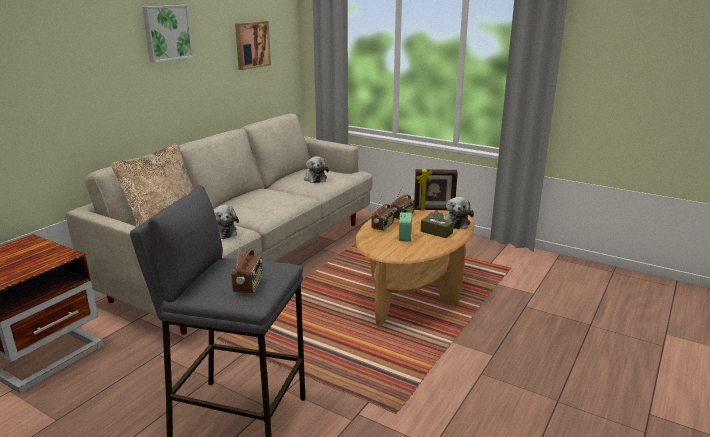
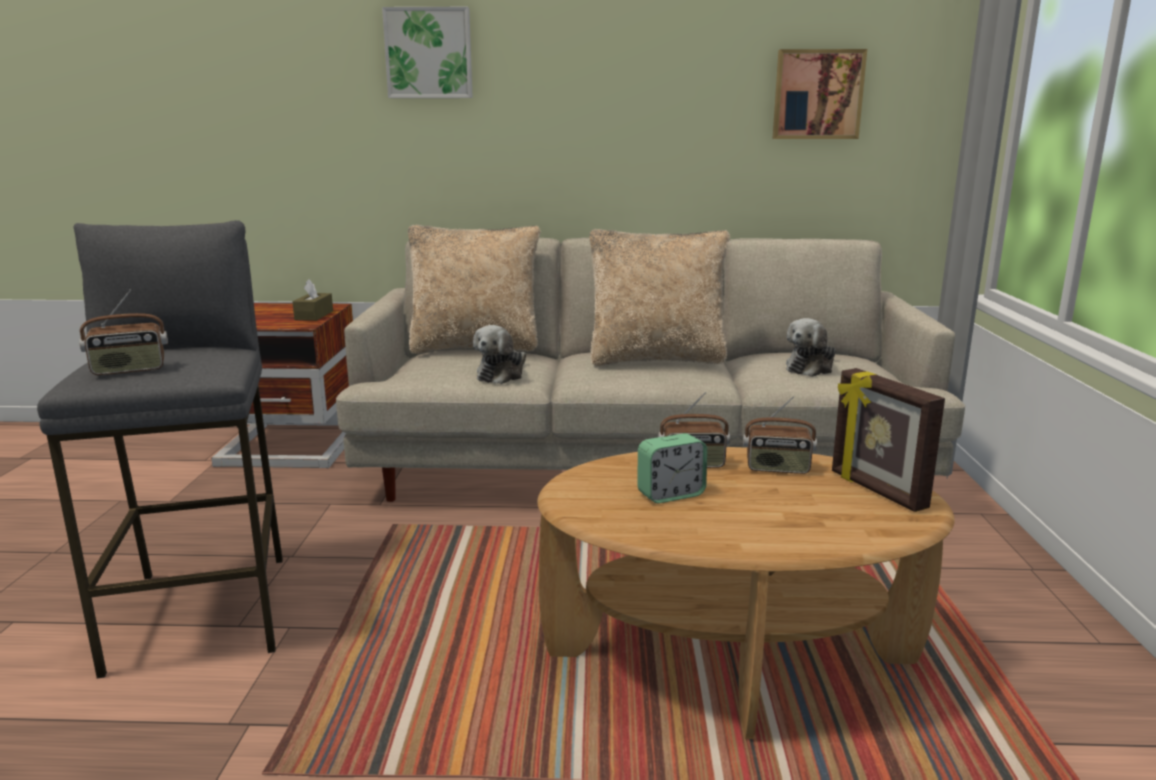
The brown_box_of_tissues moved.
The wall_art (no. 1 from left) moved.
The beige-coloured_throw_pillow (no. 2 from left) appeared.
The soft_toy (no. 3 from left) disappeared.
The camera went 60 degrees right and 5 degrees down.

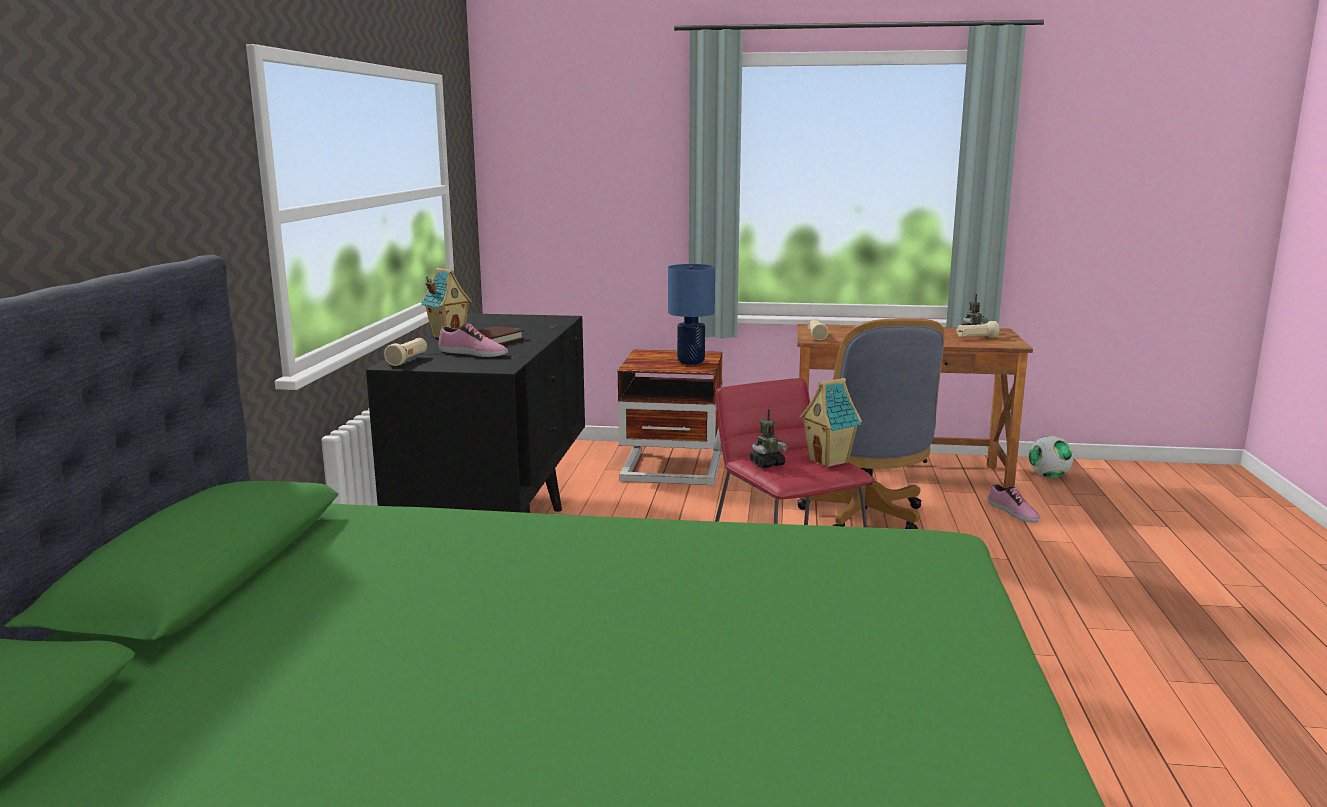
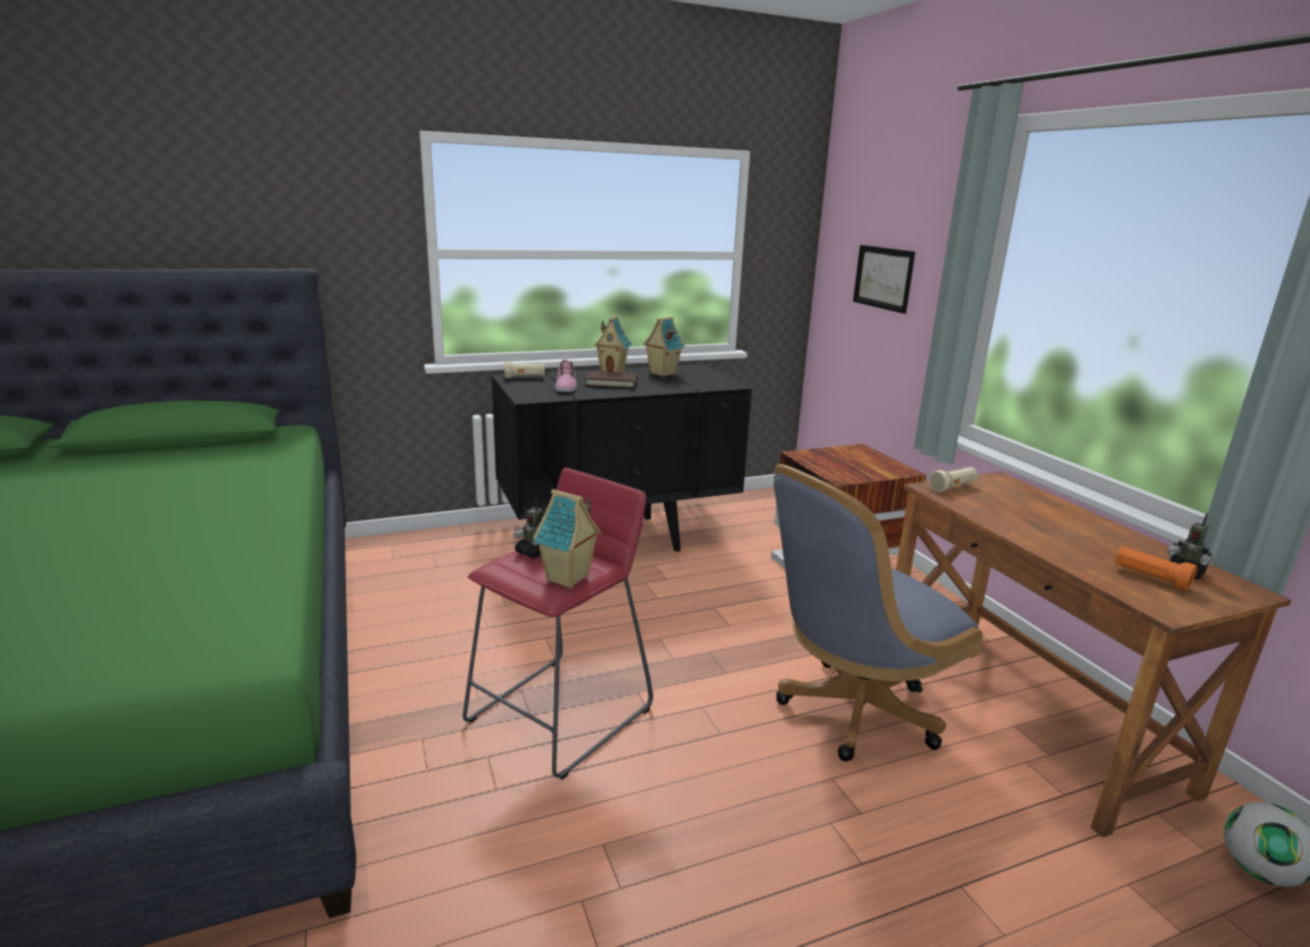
The toy_house (no. 3 from left) appeared.
The wall_art appeared.
The beige-coloured_hand_torch (no. 3 from left) became the orangey_hand_torch.
The blue-coloured_lamp_for_a_table disappeared.
The low_shoe (no. 2 from left) disappeared.
The camera went 60 degrees right and 5 degrees up.

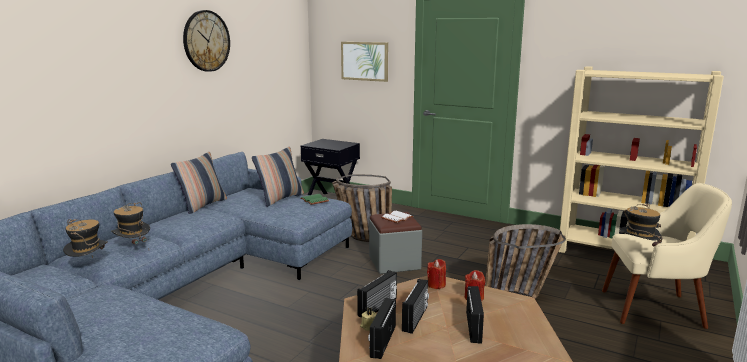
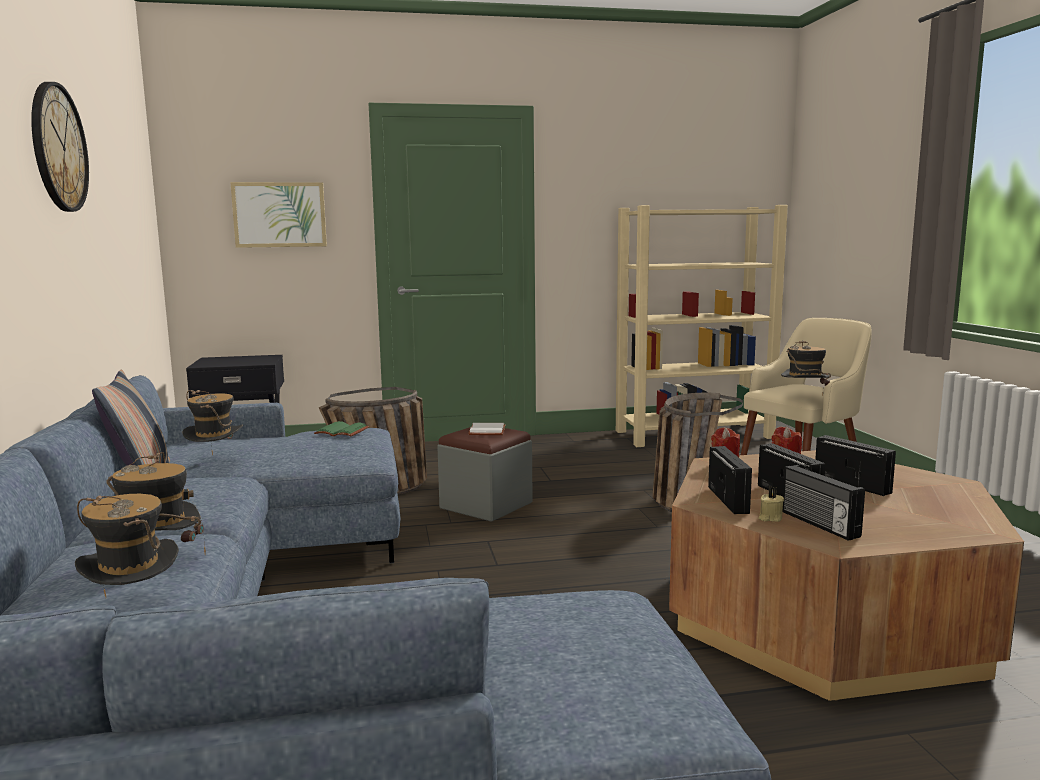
The clothing_hat (no. 3 from left) appeared.
The throw_pillow (no. 2 from left) disappeared.
The camera went 40 degrees left and 5 degrees down.

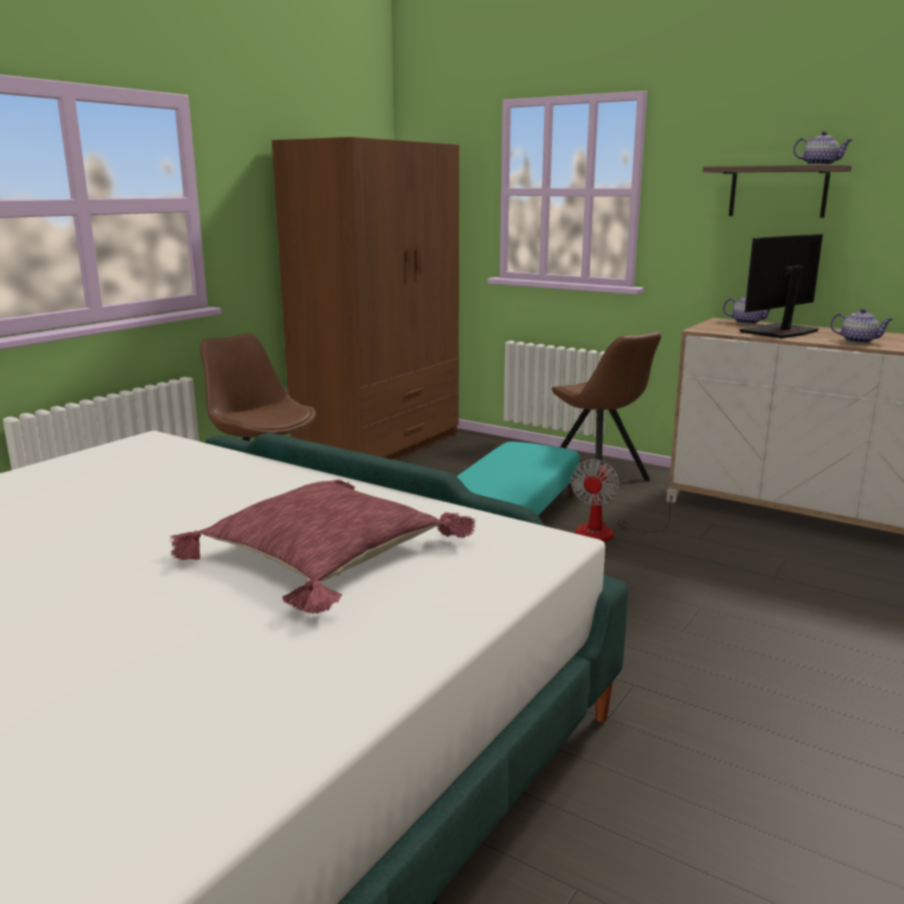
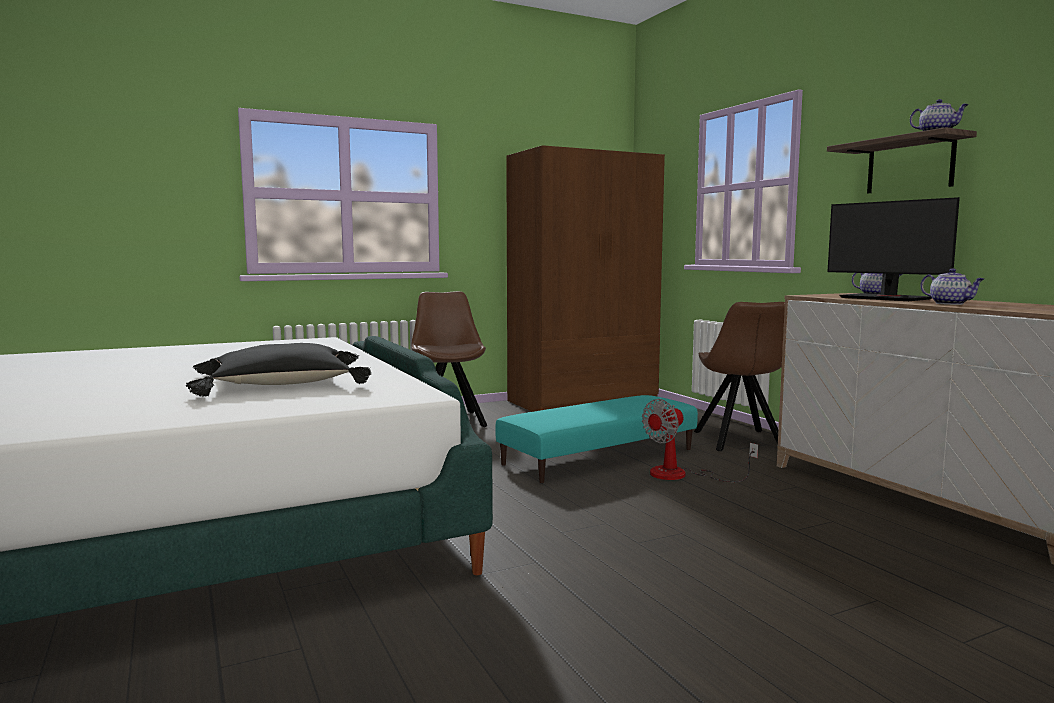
The red_throw_pillow became the black_throw_pillow.
The computer_display turned 120 degrees counterclockwise.
The camera went 30 degrees right and 10 degrees down.

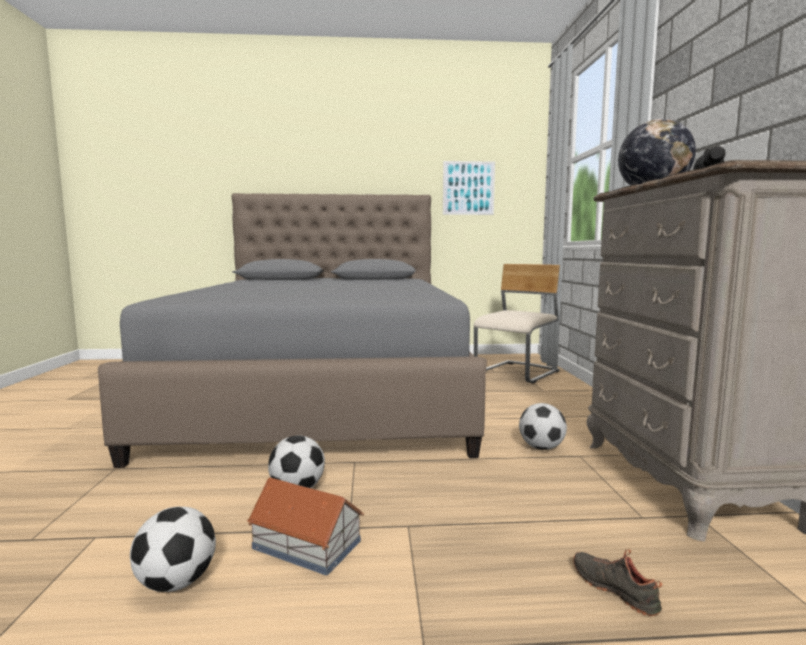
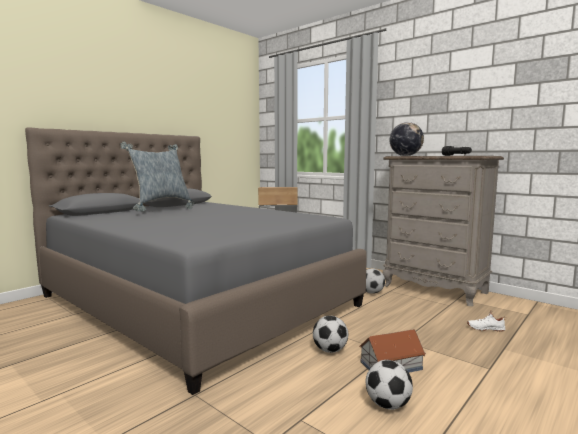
The throw_pillow appeared.
The black_low_shoe became the whitish_low_shoe.
The wall_art disappeared.
The camera went 45 degrees left and 0 degrees up.

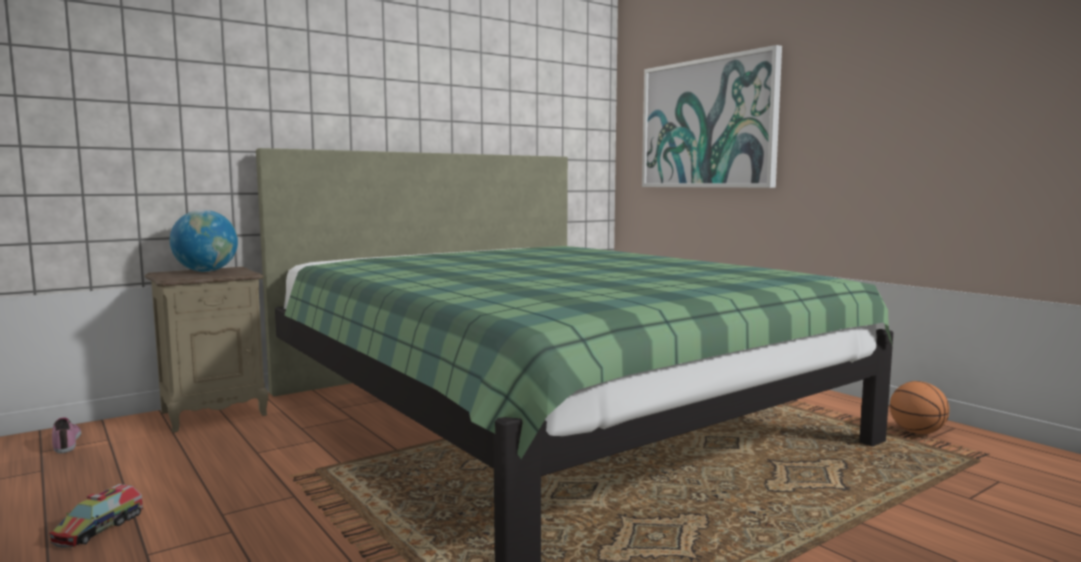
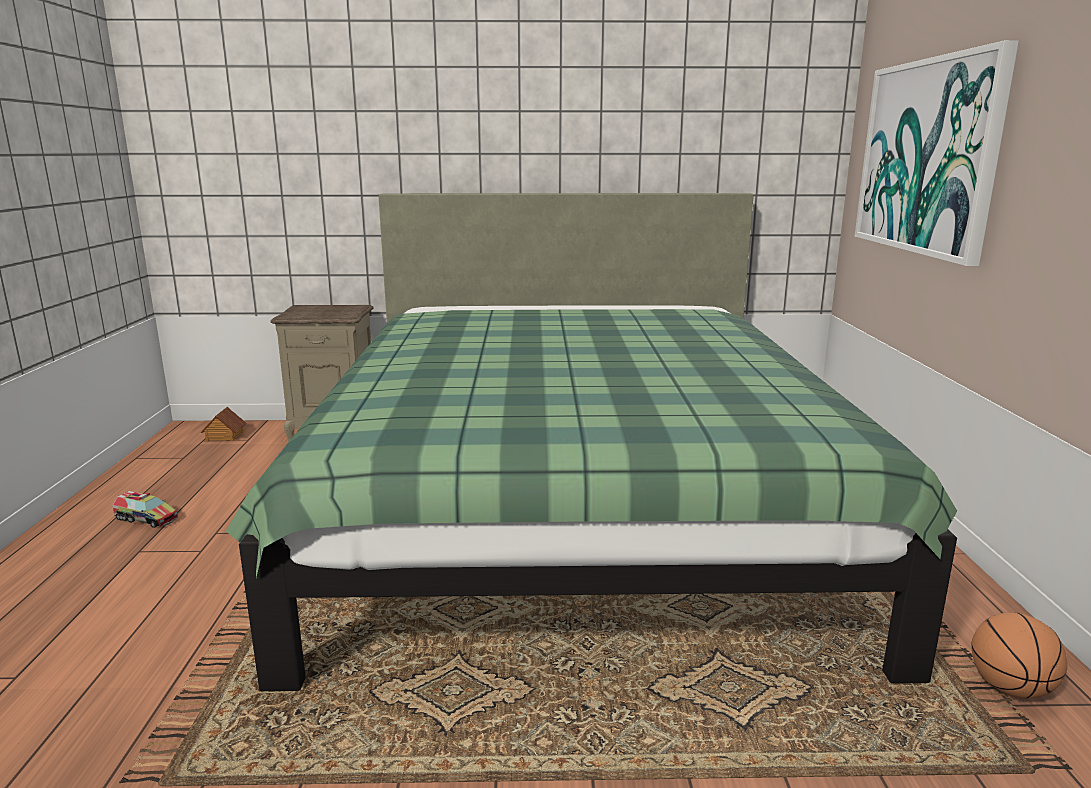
The model_truck turned 120 degrees counterclockwise.
The low_shoe was replaced by the toy_house.
The world_globe disappeared.
The camera went 35 degrees right and 10 degrees up.

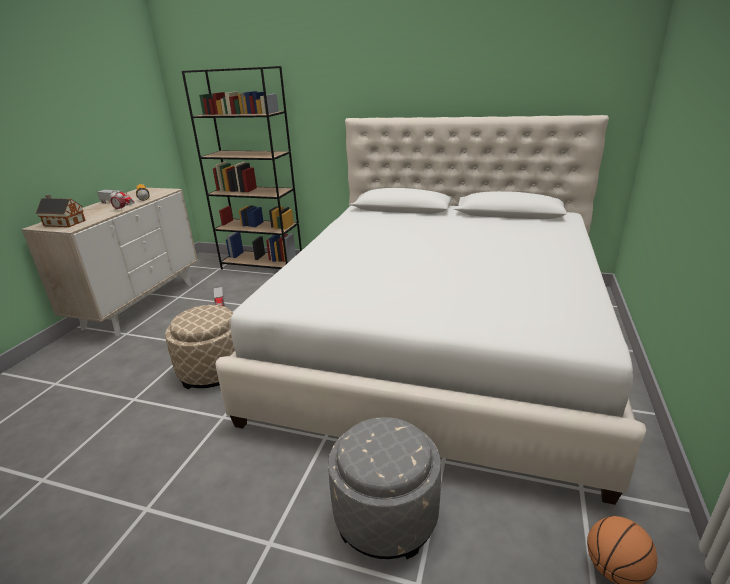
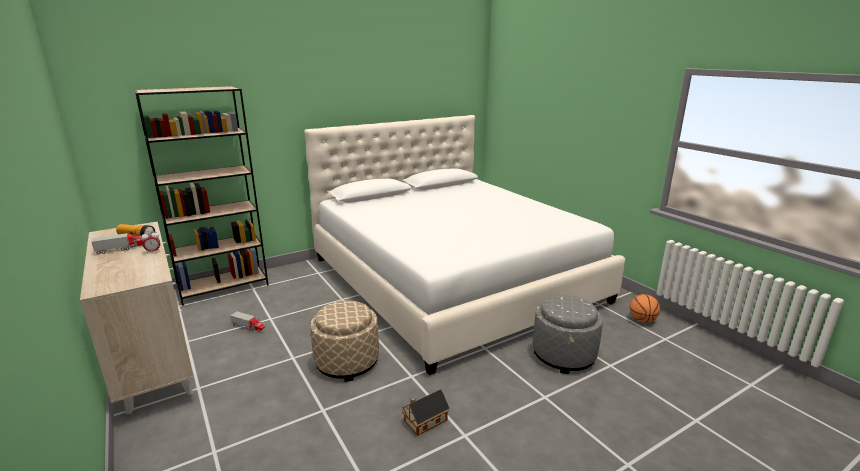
The toy_house moved.
The camera went 50 degrees left and 5 degrees down.

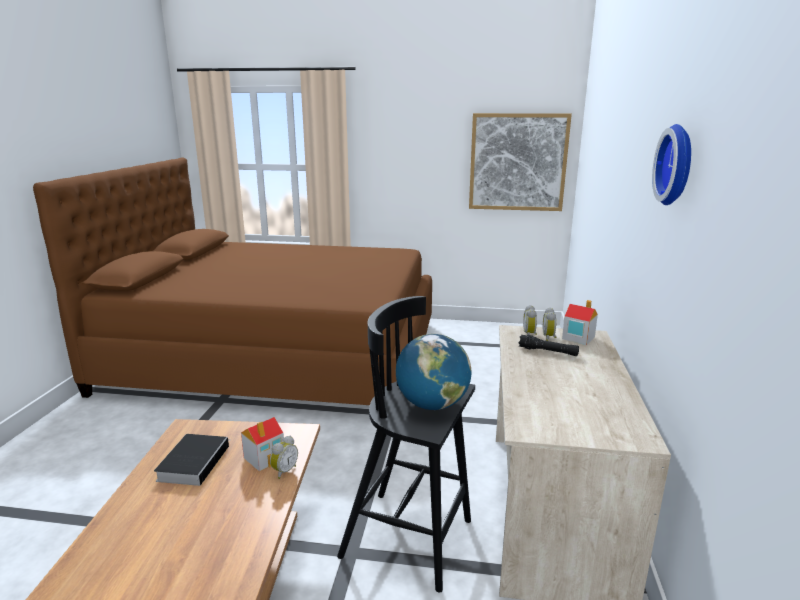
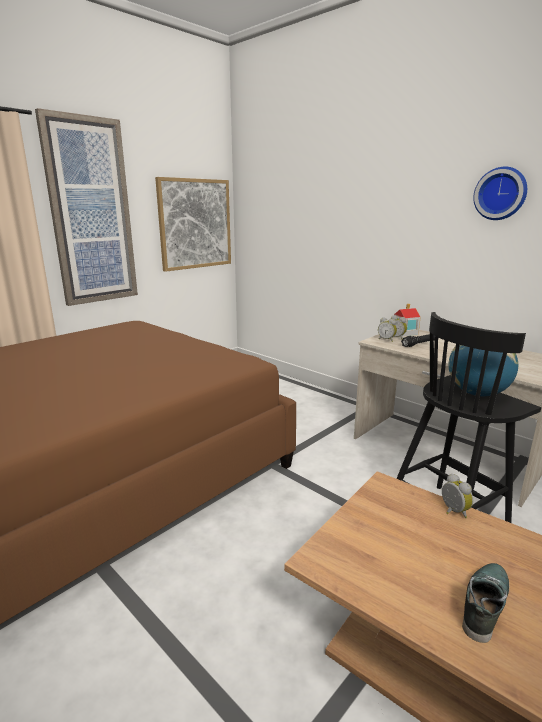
The wall_art (no. 1 from left) appeared.
The low_shoe appeared.
The volume disappeared.
The toy_house (no. 1 from left) disappeared.
The camera went 55 degrees left and 0 degrees up.

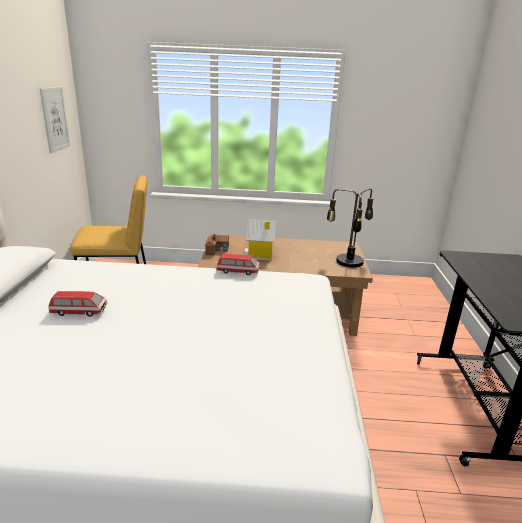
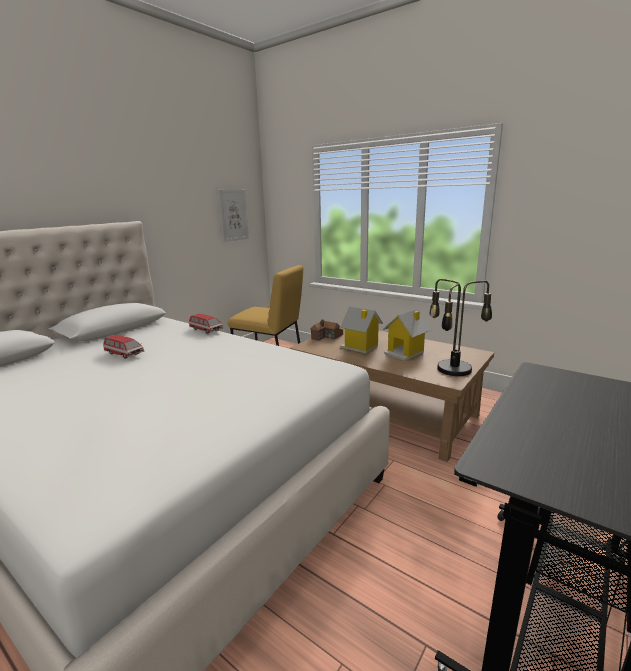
The model_car (no. 2 from left) moved.
The toy_house (no. 3 from left) appeared.
The camera went 35 degrees right and 5 degrees down.

